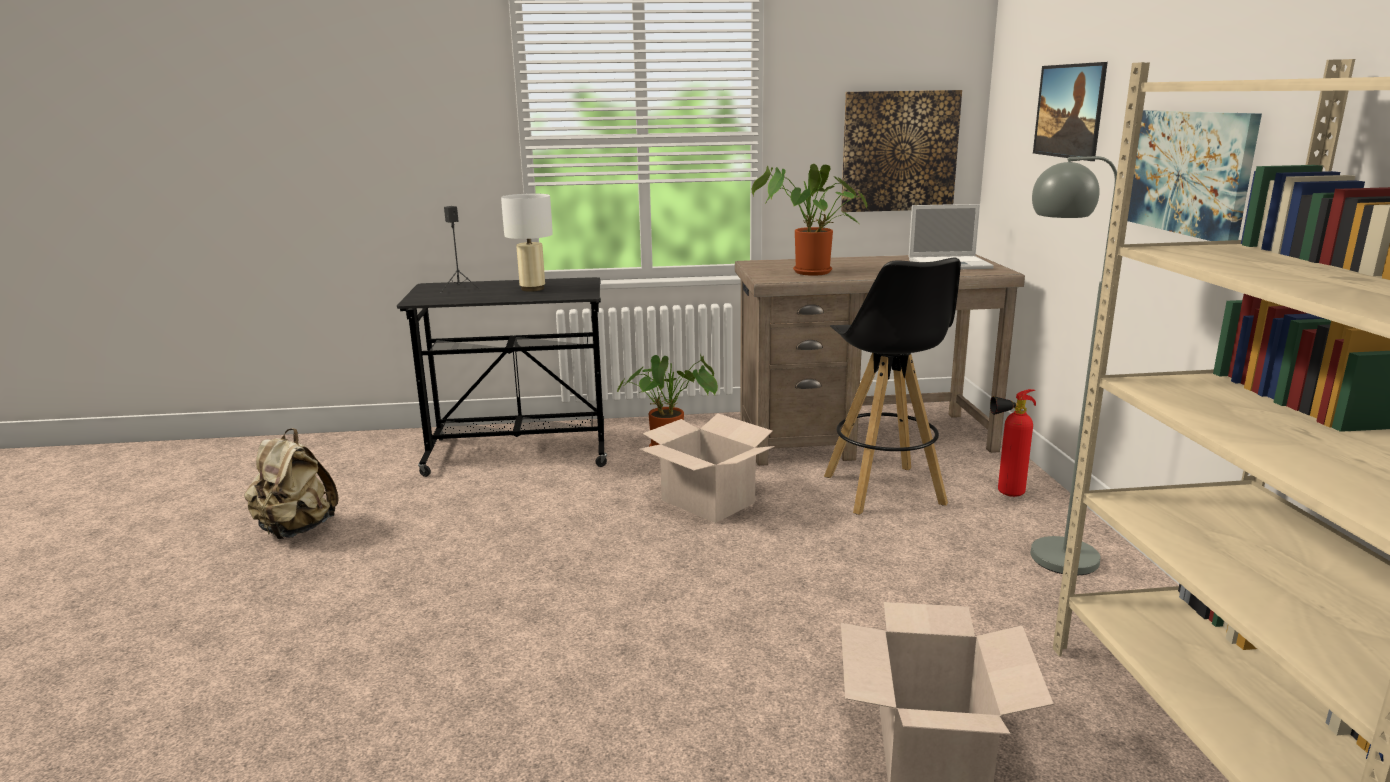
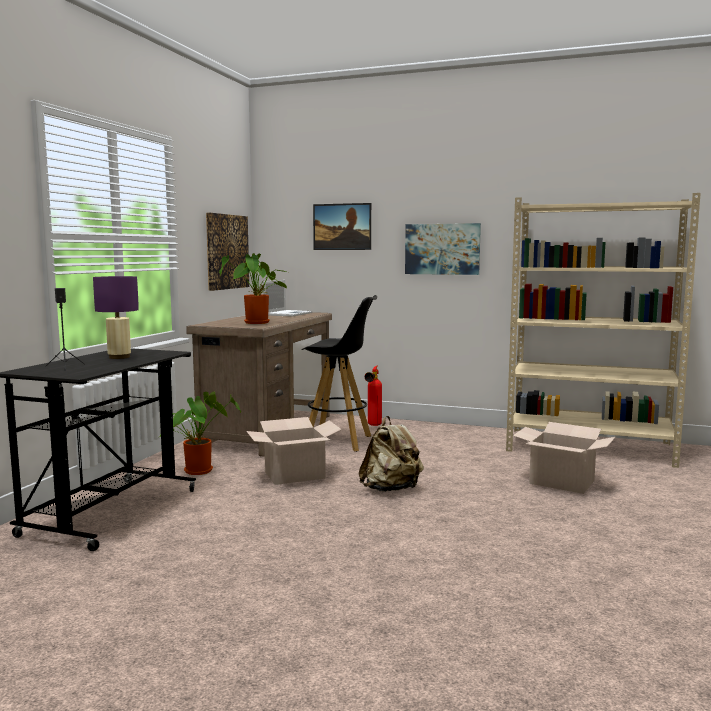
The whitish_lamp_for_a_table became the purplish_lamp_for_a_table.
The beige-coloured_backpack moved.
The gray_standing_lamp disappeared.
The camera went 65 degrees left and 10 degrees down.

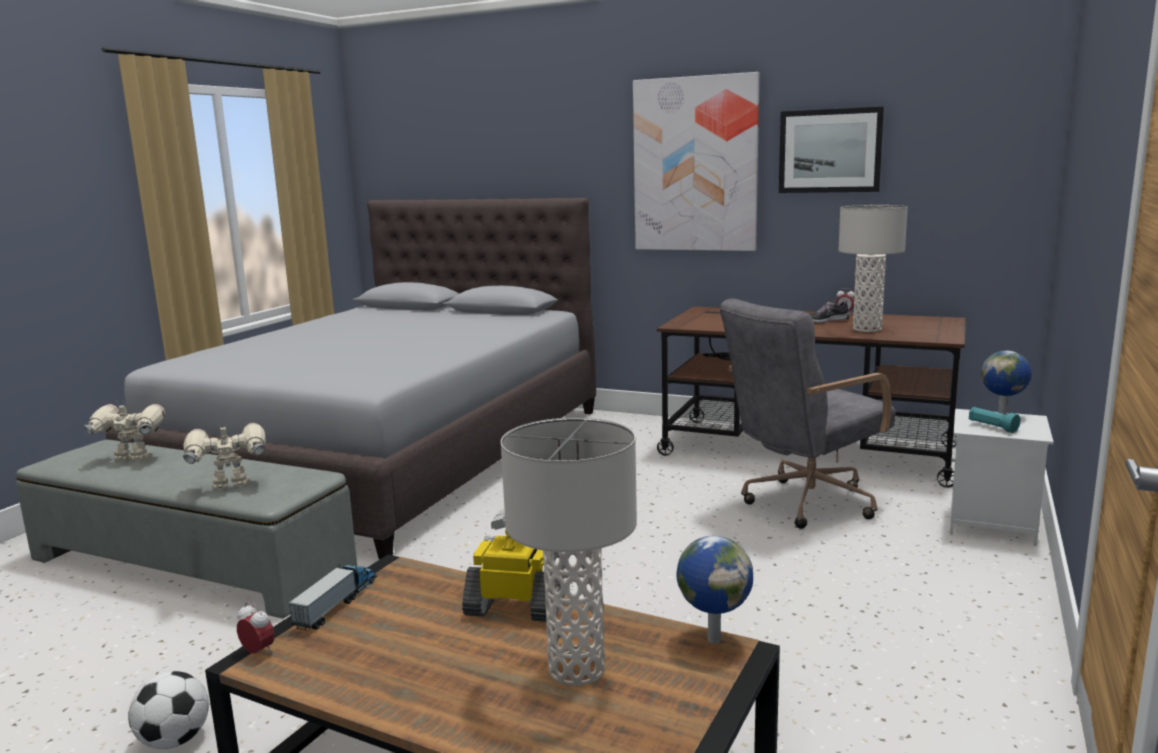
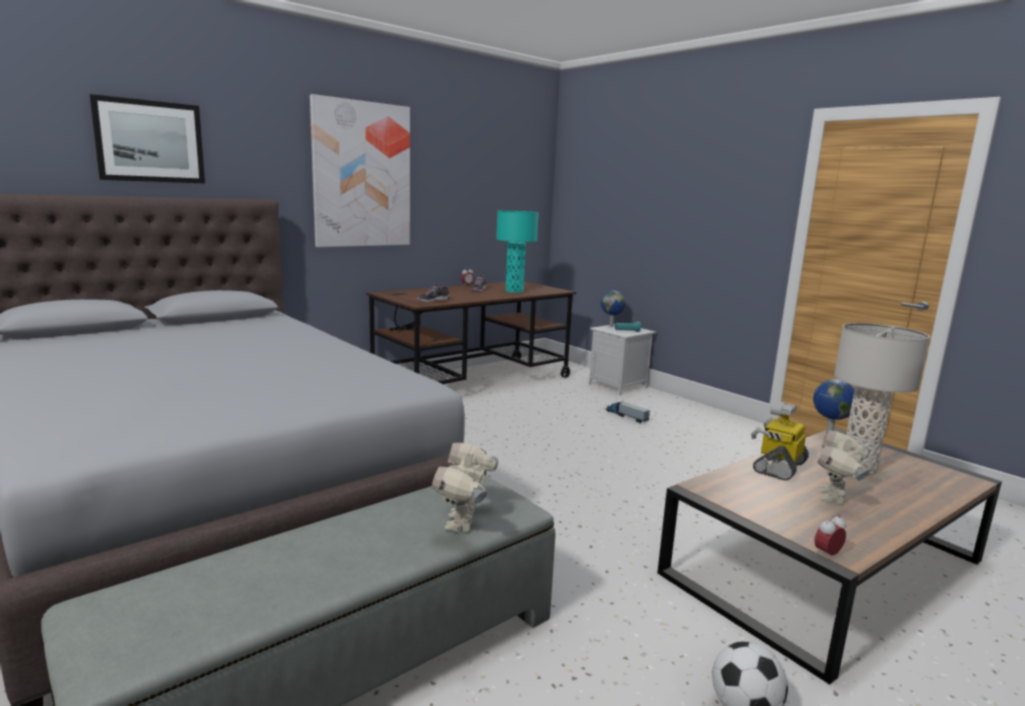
The wall_art (no. 2 from left in the first image) moved.
The low_shoe (no. 1 from left) appeared.
The whitish_lamp_for_a_table (no. 2 from left) became the turquoise-coloured_lamp_for_a_table.
The model_truck moved.
The robot_figure (no. 1 from left in the first image) moved.
The gray_office_chair disappeared.
The camera went 65 degrees left and 0 degrees up.

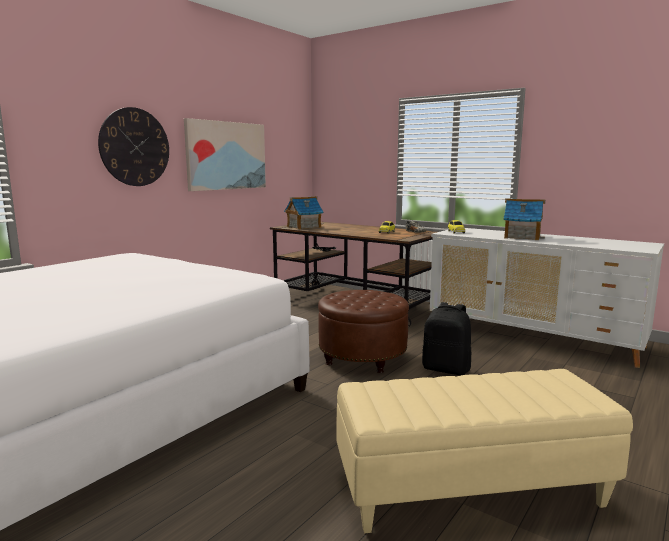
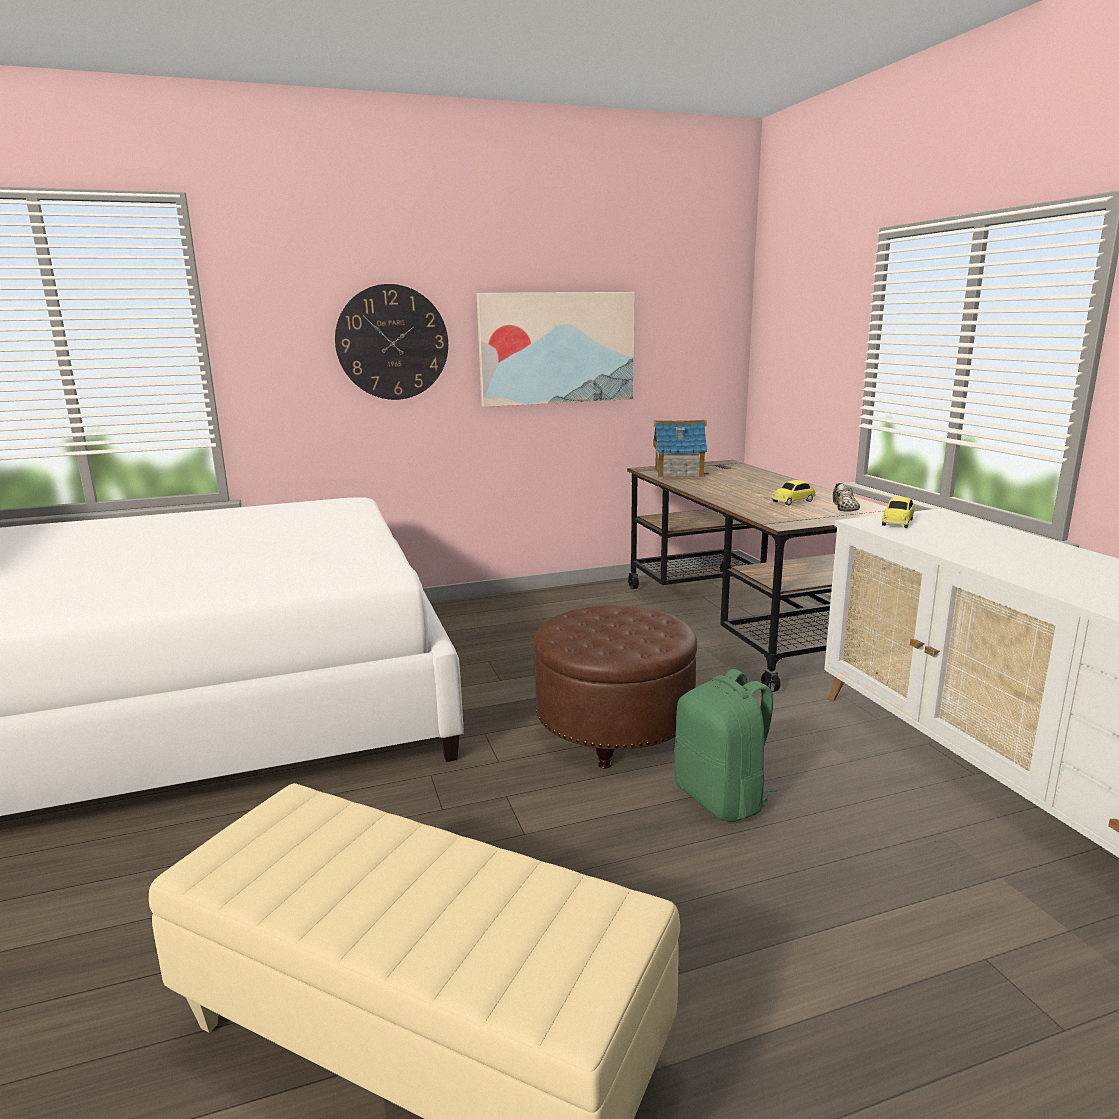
The black_backpack became the greenish_backpack.
The toy_house (no. 2 from left) disappeared.
The camera went 35 degrees right and 5 degrees up.

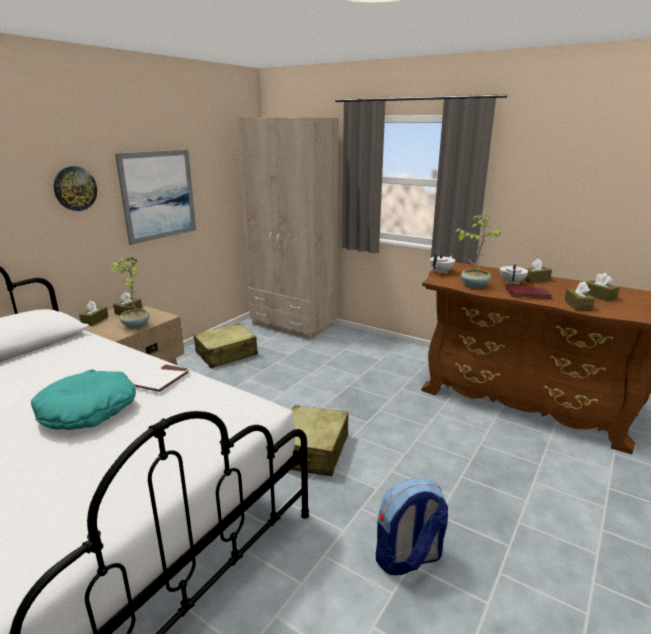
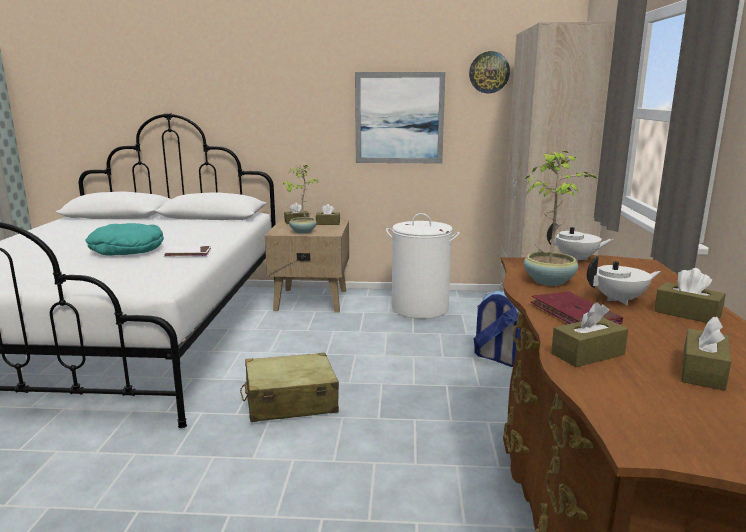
The beige-coloured_suitcase (no. 1 from left) was replaced by the whitish_hamper.
The clock_on_the_wall moved.
The backpack moved.
The camera went 60 degrees right and 5 degrees down.

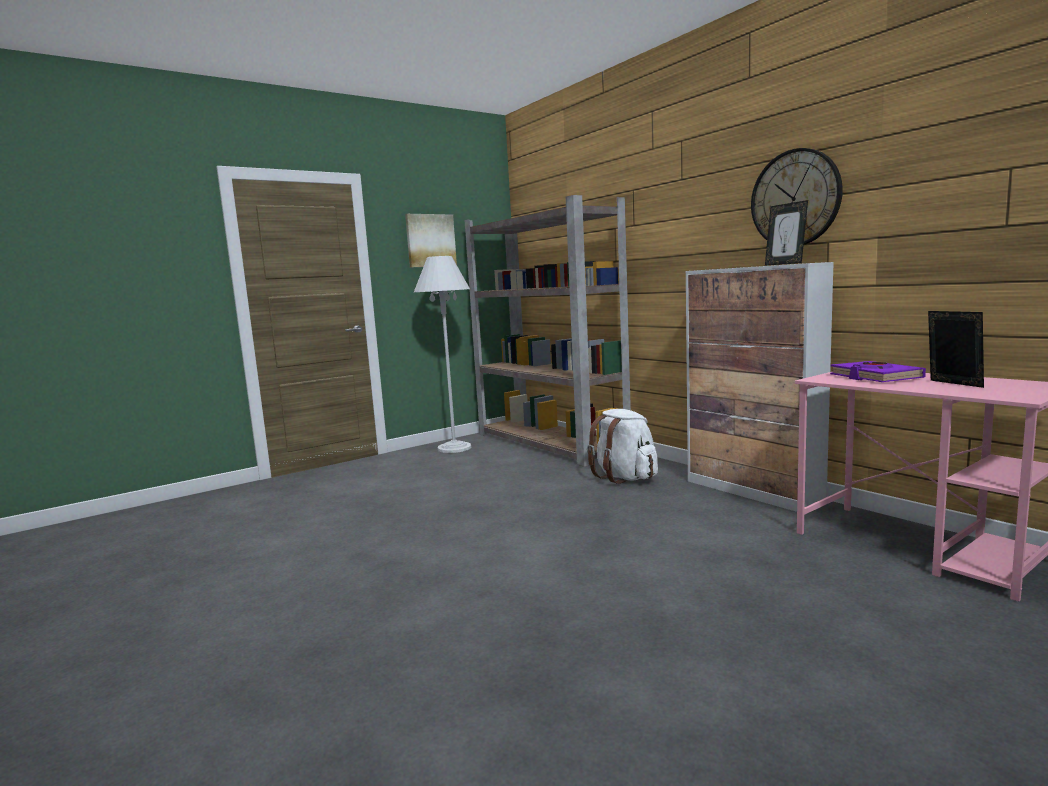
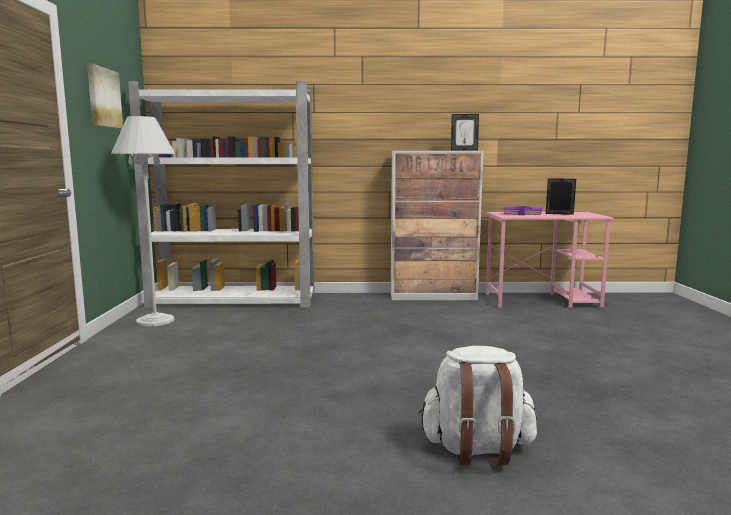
The brown_bookshelf became the whitish_bookshelf.
The whitish_backpack moved.
The clock_on_the_wall disappeared.
The camera went 55 degrees left and 0 degrees up.

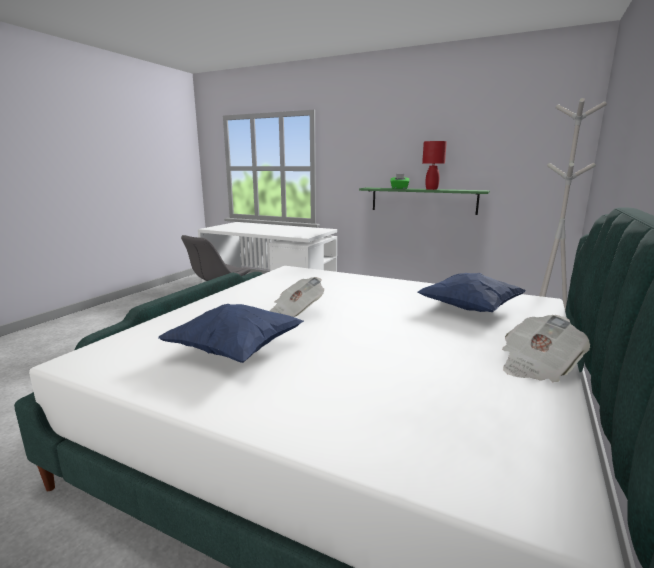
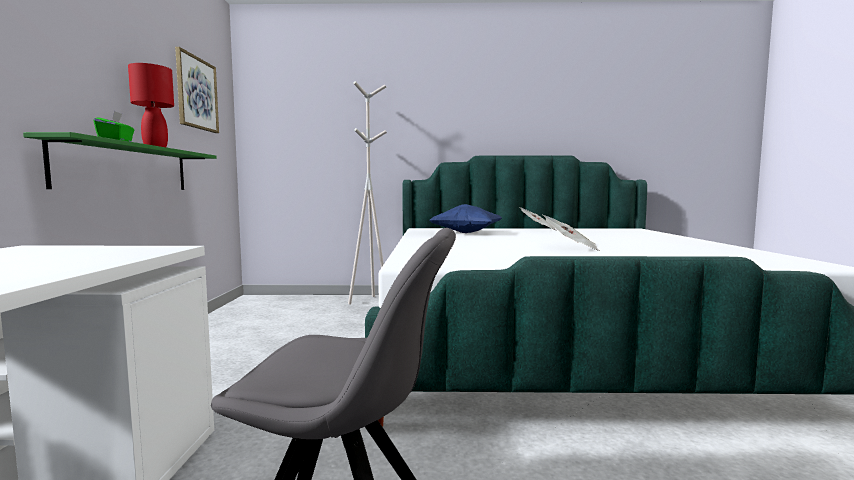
The wall_art appeared.
The blue-coloured_throw_pillow (no. 1 from left) disappeared.
The camera went 115 degrees left and 10 degrees down.

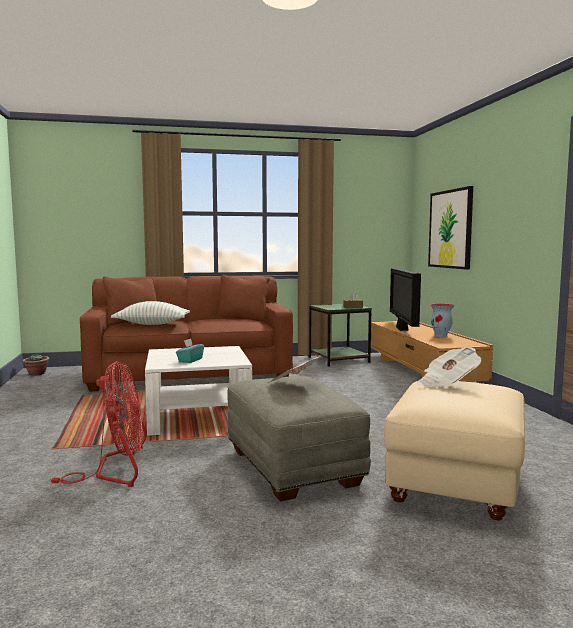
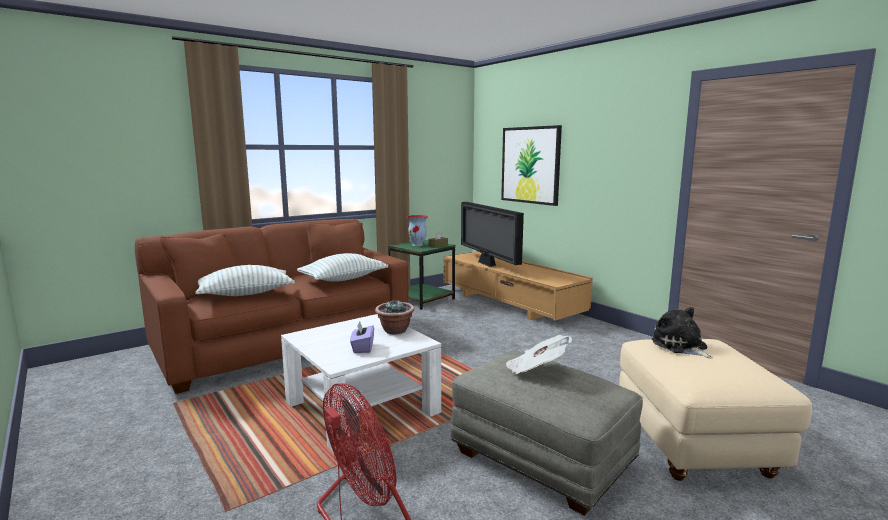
The throw_pillow (no. 2 from left) appeared.
The turquoise-coloured_box_of_tissues became the purplish_box_of_tissues.
The plant_in_a_pot moved.
The decorative_vase moved.
The printed_paper (no. 2 from left) was replaced by the soft_toy.
The camera went 25 degrees left and 5 degrees up.

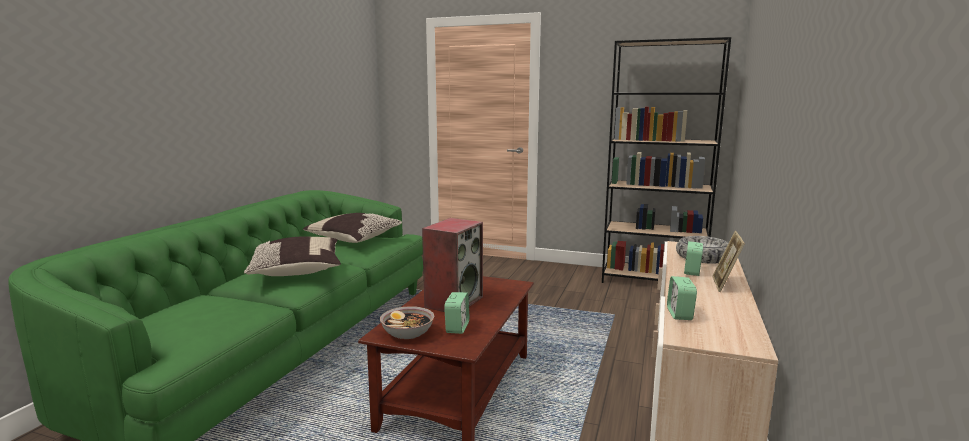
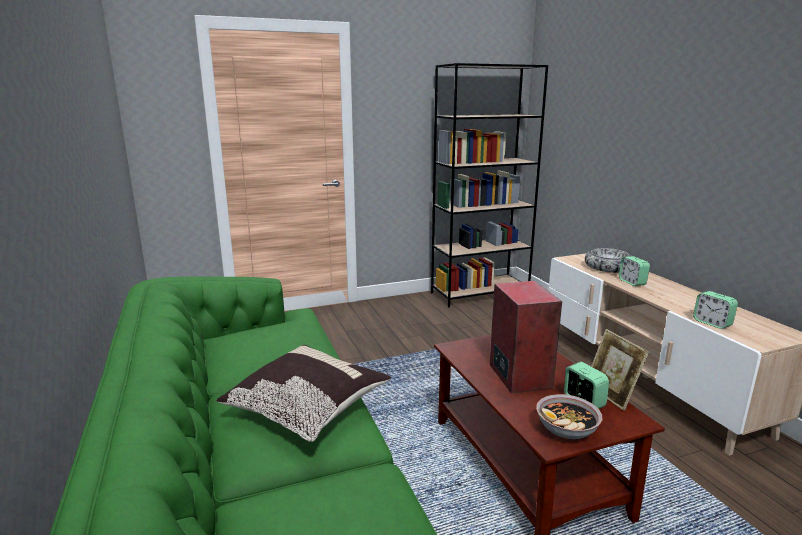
The picture_frame moved.
The throw_pillow (no. 2 from left) disappeared.
The camera went 40 degrees left and 5 degrees up.

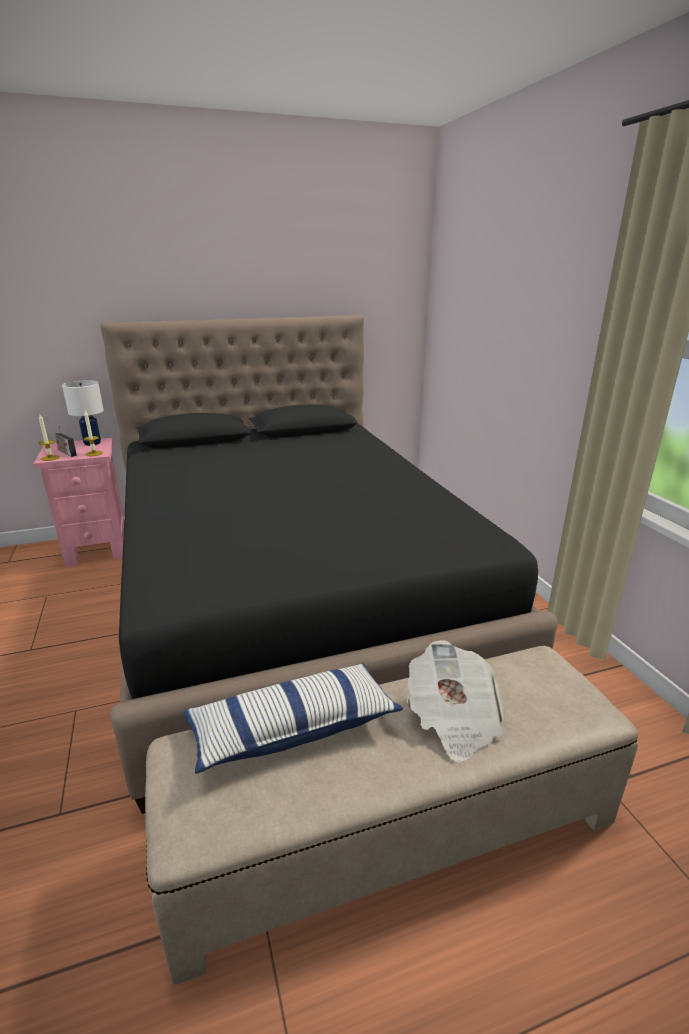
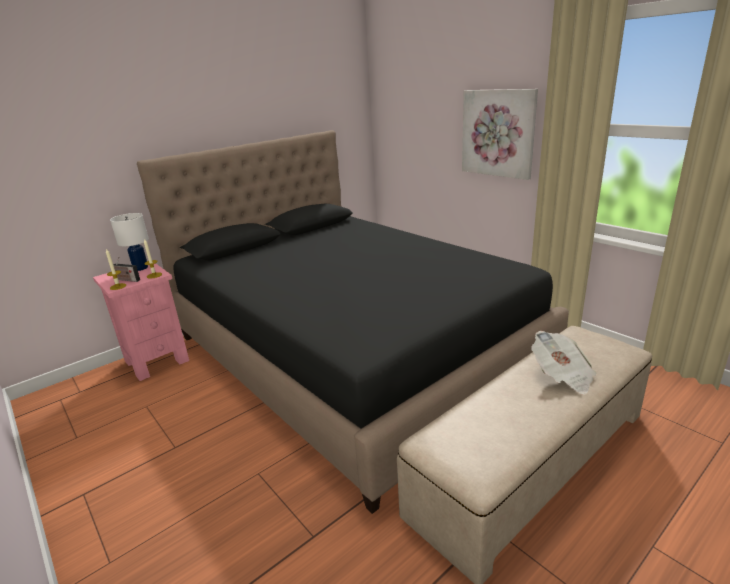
The wall_art appeared.
The throw_pillow disappeared.
The camera went 20 degrees left and 0 degrees up.

